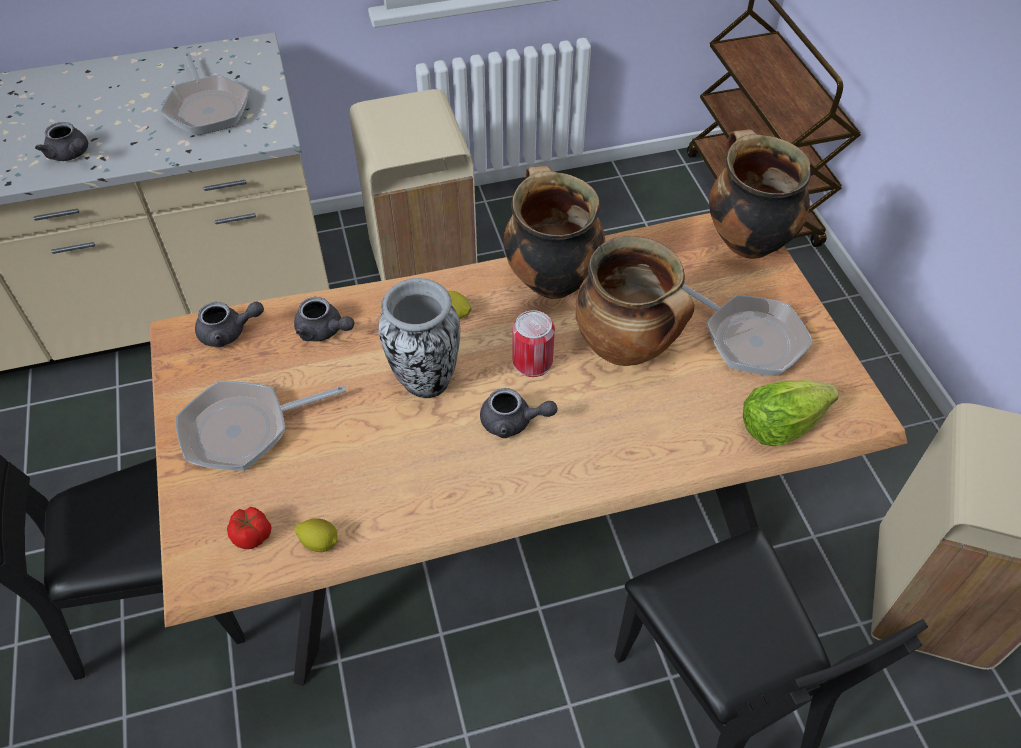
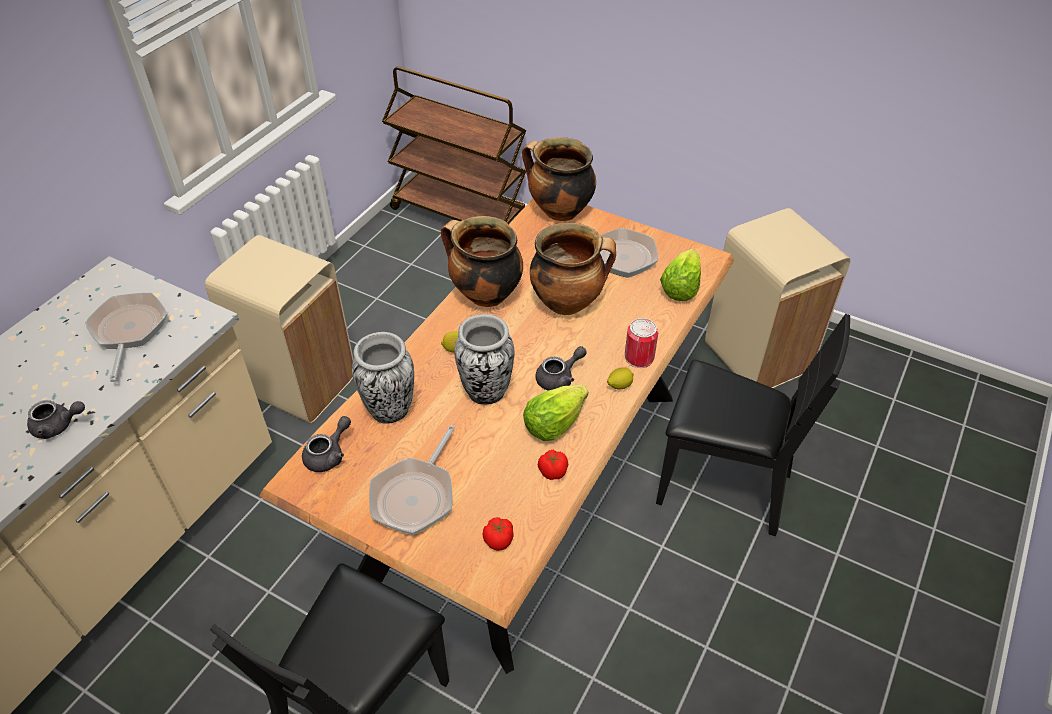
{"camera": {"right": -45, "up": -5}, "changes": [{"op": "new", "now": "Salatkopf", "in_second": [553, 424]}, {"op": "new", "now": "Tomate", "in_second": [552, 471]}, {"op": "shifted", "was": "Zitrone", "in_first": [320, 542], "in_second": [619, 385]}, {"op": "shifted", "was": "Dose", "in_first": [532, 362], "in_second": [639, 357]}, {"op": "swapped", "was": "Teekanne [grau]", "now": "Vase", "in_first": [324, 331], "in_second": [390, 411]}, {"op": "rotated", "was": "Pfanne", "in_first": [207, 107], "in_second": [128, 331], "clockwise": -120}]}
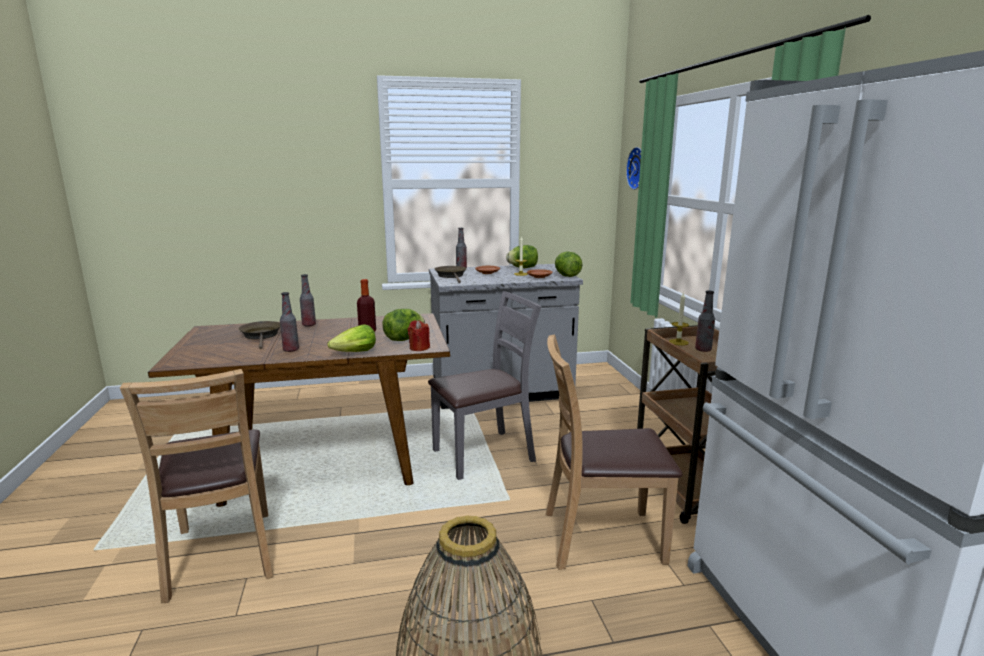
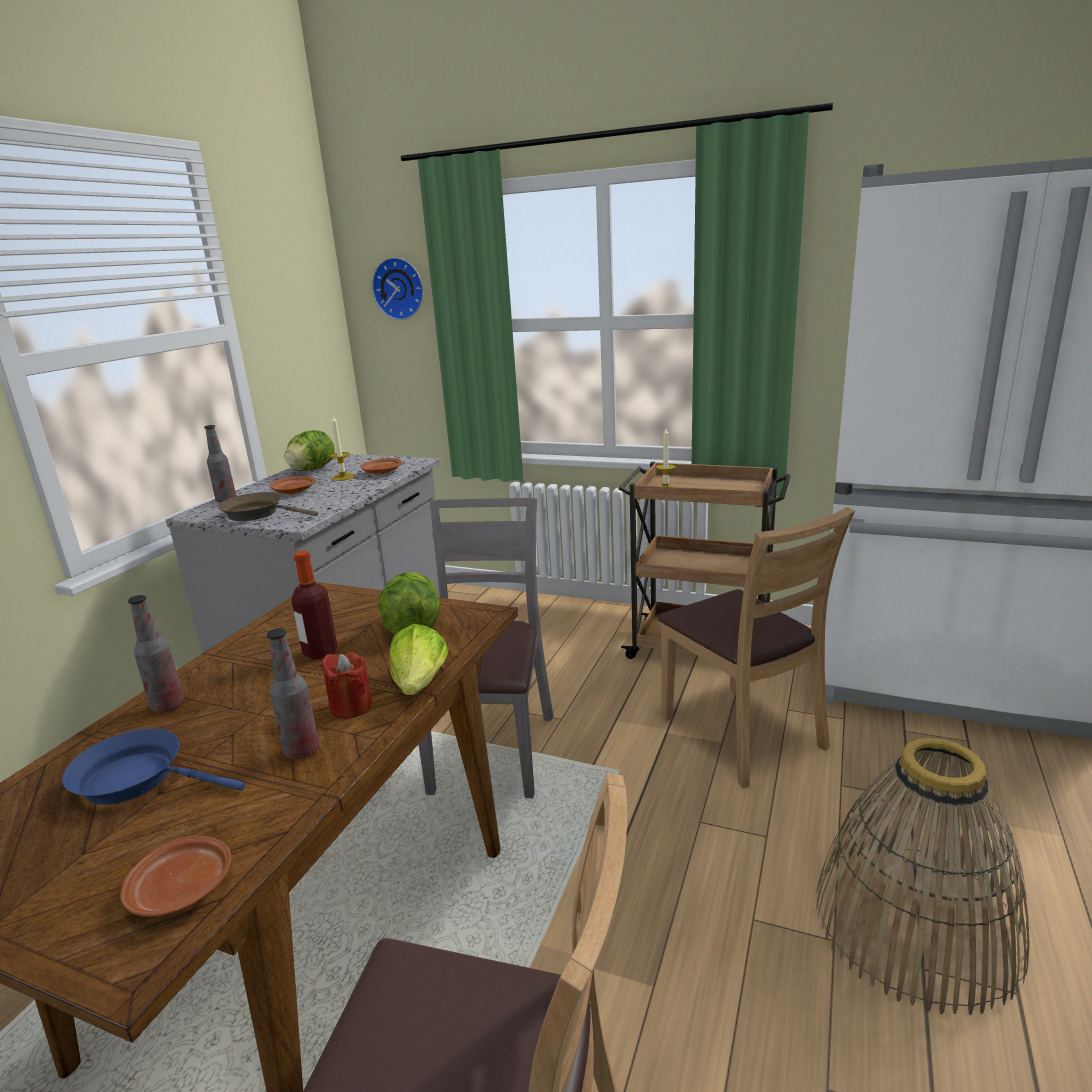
{"camera": {"right": -55, "up": 5}, "changes": [{"op": "gone", "was": "Salatkopf", "in_first": [567, 276]}, {"op": "gone", "was": "Flasche", "in_first": [703, 350]}, {"op": "new", "now": "Teller [braun]", "in_second": [182, 890]}, {"op": "shifted", "was": "Kerze [rot]", "in_first": [419, 348], "in_second": [351, 706]}, {"op": "repainted", "was": "Pfanne [braun]", "now": "Pfanne [blau]", "in_first": [261, 336], "in_second": [138, 778]}, {"op": "rotated", "was": "Stuhl [braun]", "in_first": [601, 538], "in_second": [742, 734], "clockwise": -60}]}
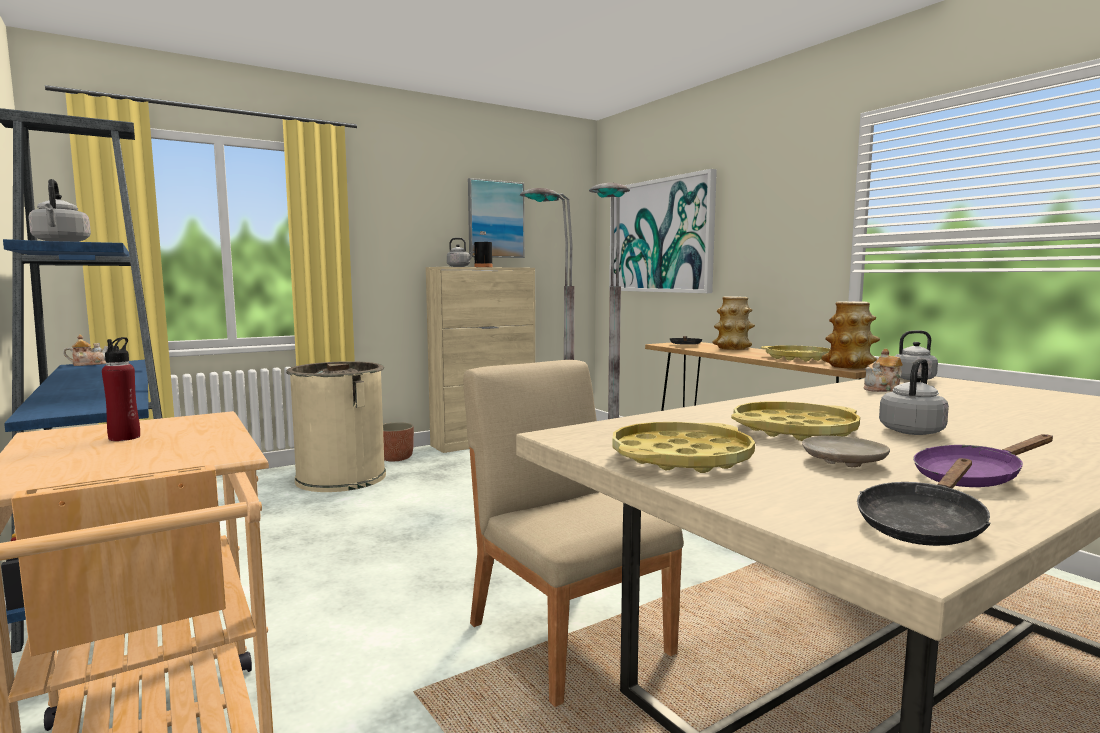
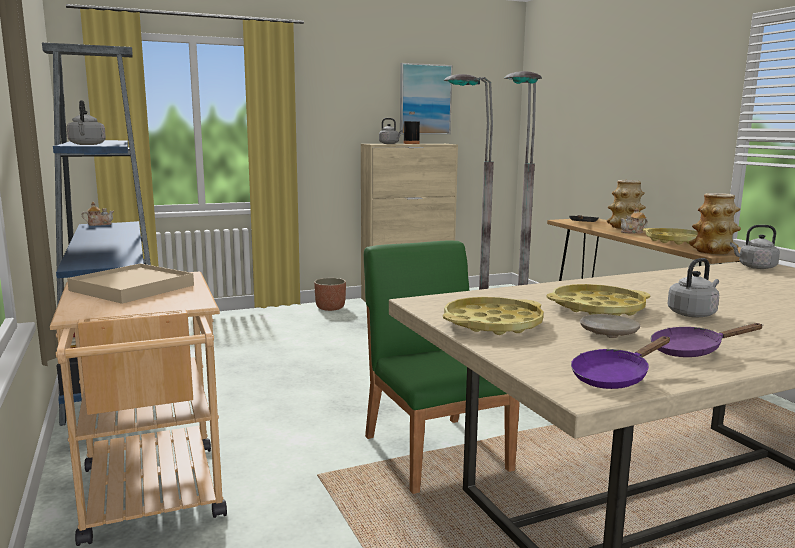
{"camera": {"right": 10, "up": 5}, "changes": [{"op": "gone", "was": "Mülleimer [beige]", "in_first": [341, 477]}, {"op": "gone", "was": "Bild", "in_first": [660, 236]}, {"op": "shifted", "was": "Teekanne", "in_first": [882, 389], "in_second": [633, 232]}, {"op": "swapped", "was": "Flasche [rot]", "now": "Tablett [beige]", "in_first": [124, 437], "in_second": [132, 288]}, {"op": "repainted", "was": "Stuhl [beige]", "now": "Stuhl [grün]", "in_first": [568, 636], "in_second": [436, 451]}, {"op": "repainted", "was": "Pfanne [schwarz]", "now": "Pfanne [lila]", "in_first": [923, 525], "in_second": [614, 377]}]}
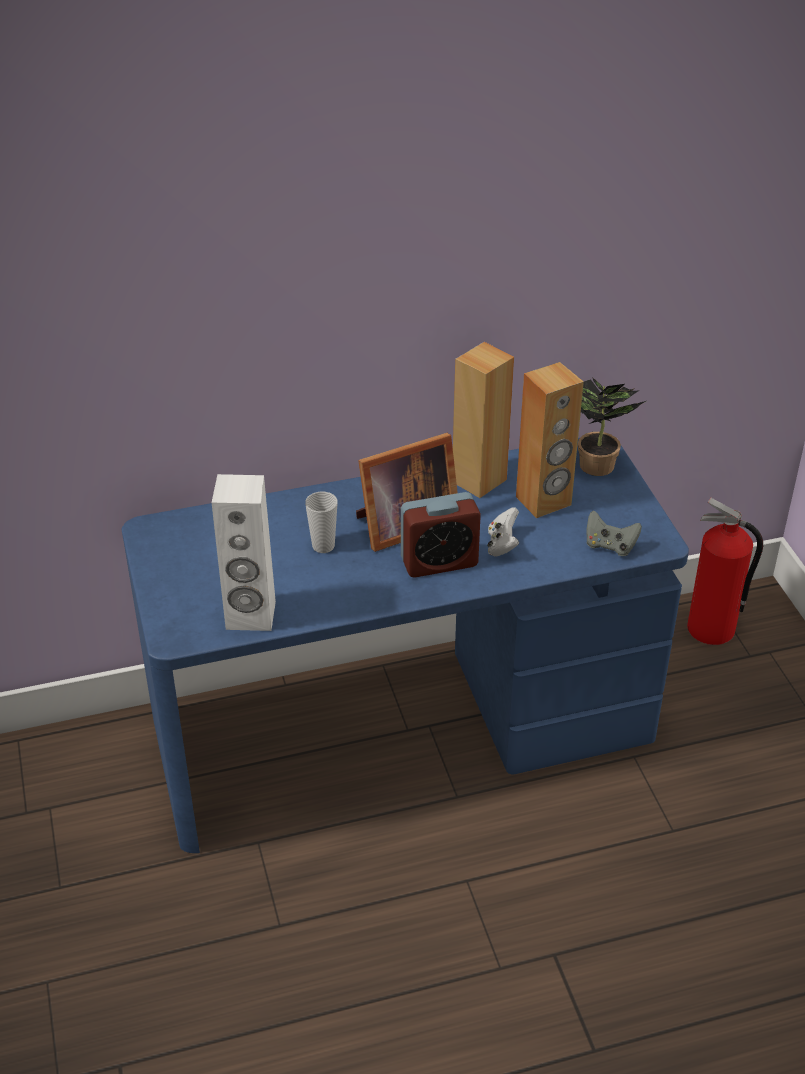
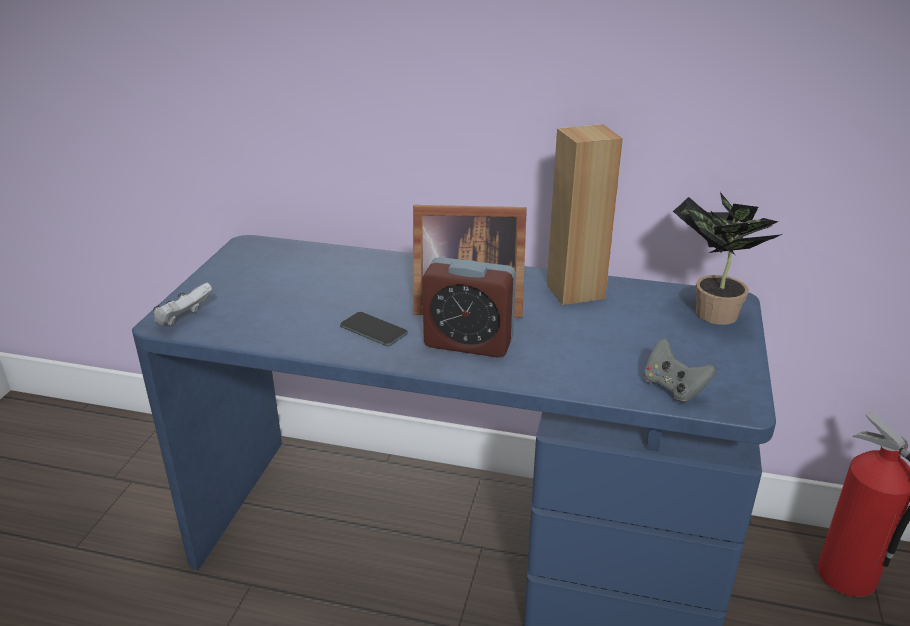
{"camera": {"right": 30, "up": -10}, "changes": [{"op": "gone", "was": "Lautsprecher [weiß]", "in_first": [250, 616]}, {"op": "gone", "was": "Tasse", "in_first": [323, 546]}, {"op": "gone", "was": "Lautsprecher [braun]", "in_first": [544, 501]}, {"op": "new", "now": "Handy", "in_second": [373, 330]}, {"op": "shifted", "was": "Gamepad [weiß]", "in_first": [502, 545], "in_second": [184, 319]}]}
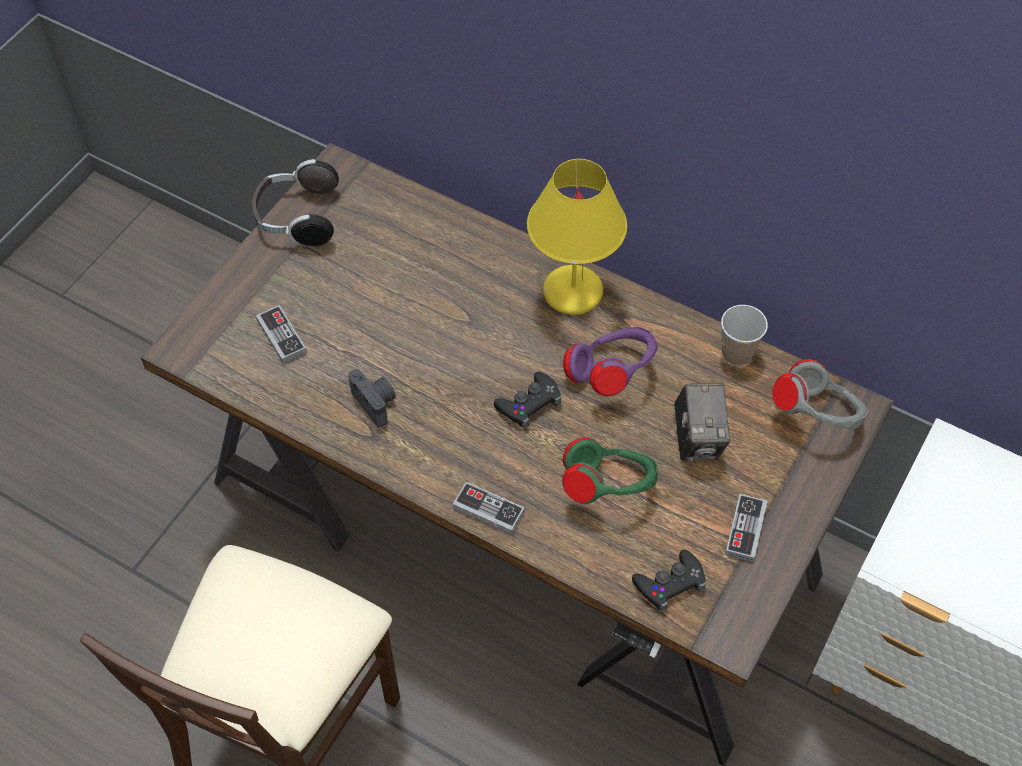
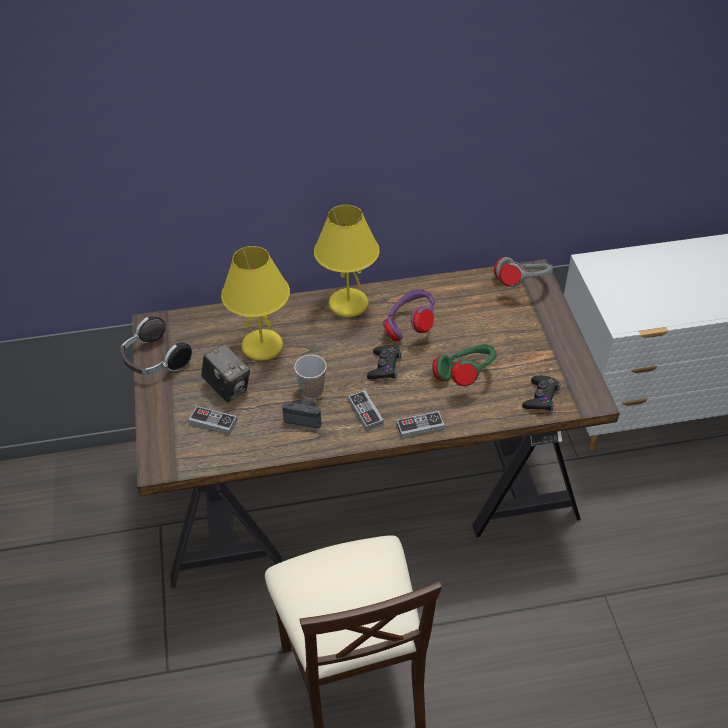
{"camera": {"right": -40, "up": -10}, "changes": [{"op": "new", "now": "Tischlampe [gelb]", "in_second": [263, 346]}, {"op": "shifted", "was": "Kamera", "in_first": [698, 439], "in_second": [228, 387]}, {"op": "shifted", "was": "Tasse", "in_first": [737, 353], "in_second": [312, 391]}, {"op": "shifted", "was": "Gamepad", "in_first": [745, 529], "in_second": [365, 412]}]}
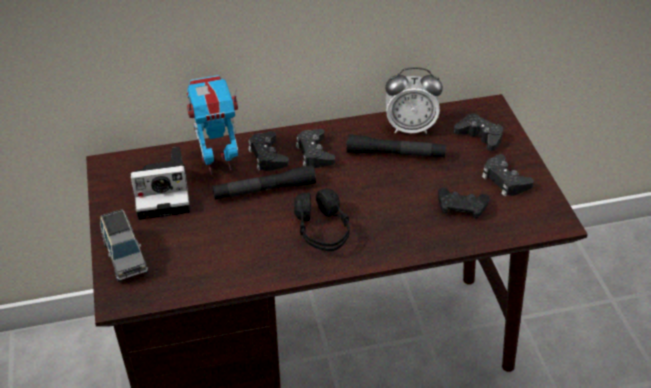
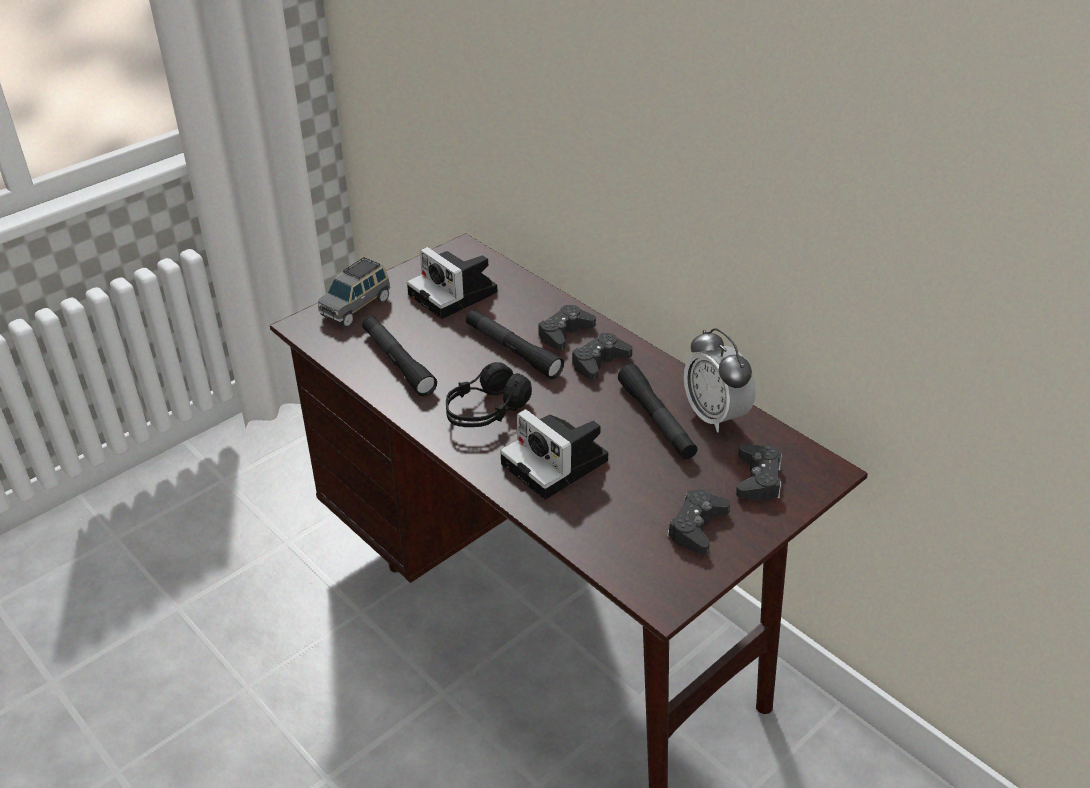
{"camera": {"right": 60, "up": -5}, "changes": [{"op": "gone", "was": "Spielzeugroboter", "in_first": [218, 163]}, {"op": "gone", "was": "Gamepad [schwarz]", "in_first": [461, 206]}, {"op": "new", "now": "Taschenlampe [schwarz]", "in_second": [398, 362]}, {"op": "new", "now": "Kamera", "in_second": [558, 463]}]}
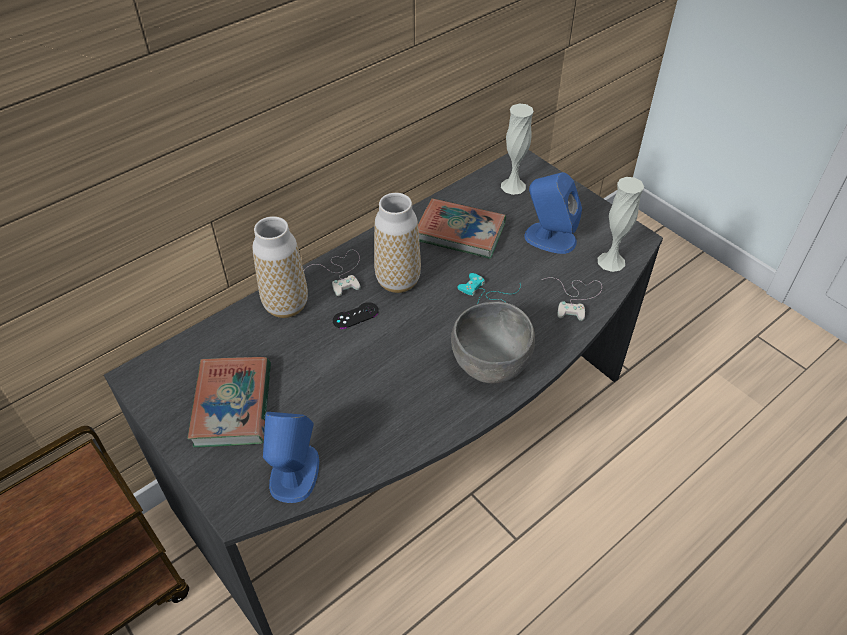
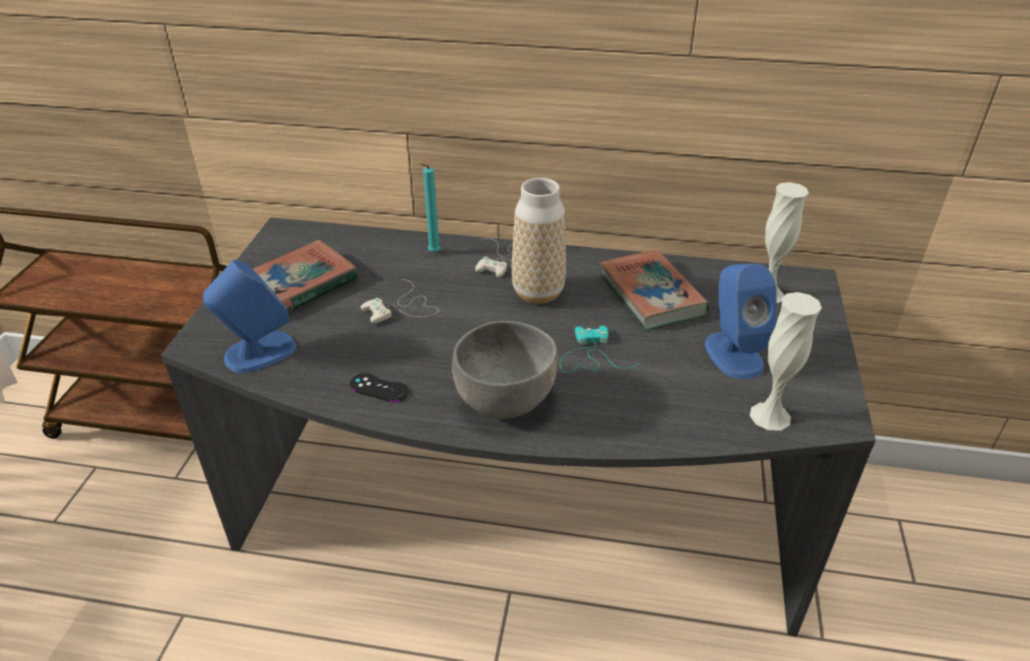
{"camera": {"right": 50, "up": -10}, "changes": [{"op": "shifted", "was": "Gamepad [schwarz]", "in_first": [355, 315], "in_second": [379, 388]}, {"op": "shifted", "was": "Gamepad [weiß]", "in_first": [575, 297], "in_second": [402, 308]}, {"op": "swapped", "was": "Vase", "now": "Kerze [türkis]", "in_first": [286, 305], "in_second": [433, 253]}]}
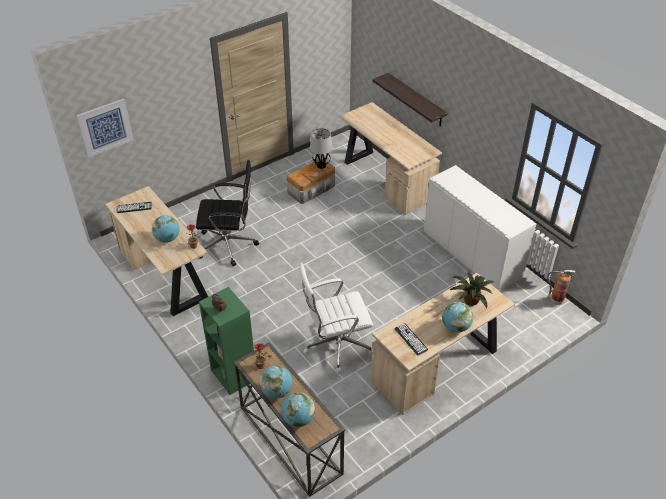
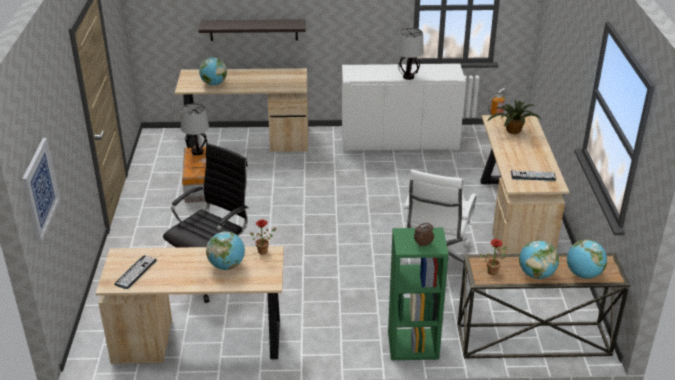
{"camera": {"right": -55, "up": -10}, "changes": [{"op": "new", "now": "Tischlampe", "in_second": [408, 77]}, {"op": "shifted", "was": "Globus", "in_first": [455, 327], "in_second": [214, 84]}]}
